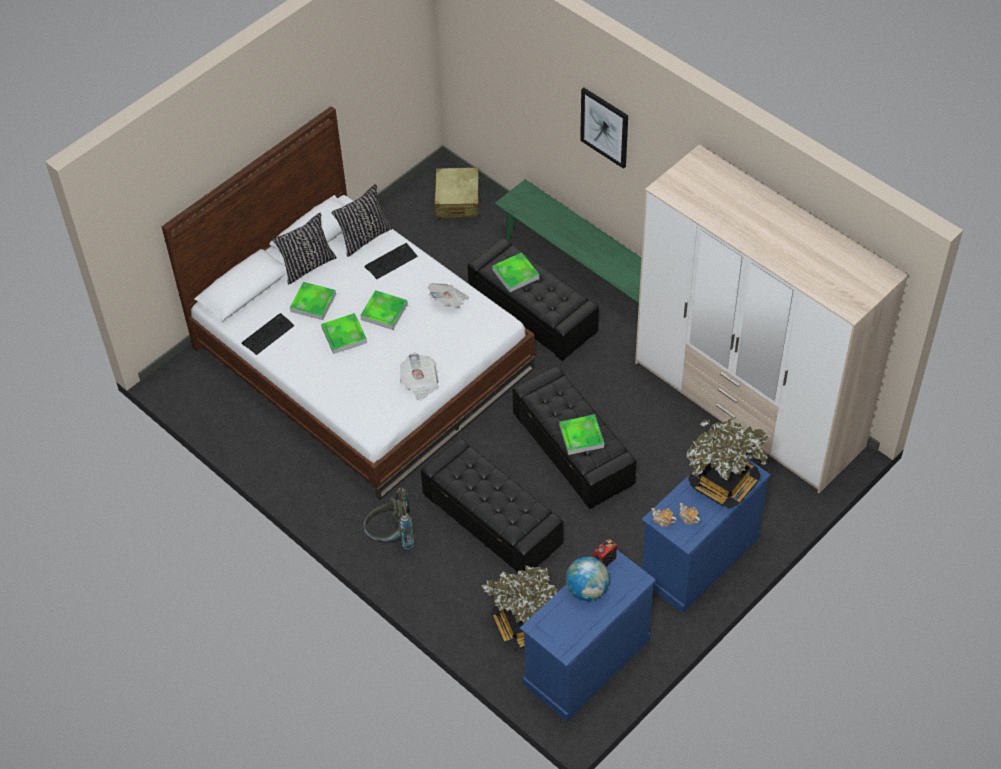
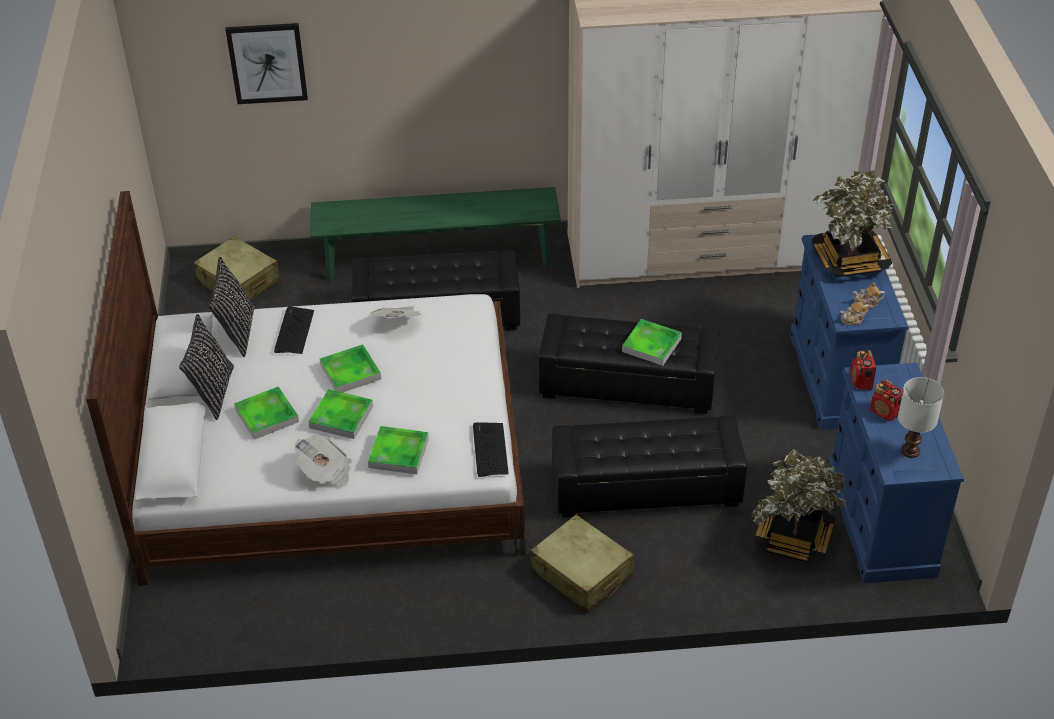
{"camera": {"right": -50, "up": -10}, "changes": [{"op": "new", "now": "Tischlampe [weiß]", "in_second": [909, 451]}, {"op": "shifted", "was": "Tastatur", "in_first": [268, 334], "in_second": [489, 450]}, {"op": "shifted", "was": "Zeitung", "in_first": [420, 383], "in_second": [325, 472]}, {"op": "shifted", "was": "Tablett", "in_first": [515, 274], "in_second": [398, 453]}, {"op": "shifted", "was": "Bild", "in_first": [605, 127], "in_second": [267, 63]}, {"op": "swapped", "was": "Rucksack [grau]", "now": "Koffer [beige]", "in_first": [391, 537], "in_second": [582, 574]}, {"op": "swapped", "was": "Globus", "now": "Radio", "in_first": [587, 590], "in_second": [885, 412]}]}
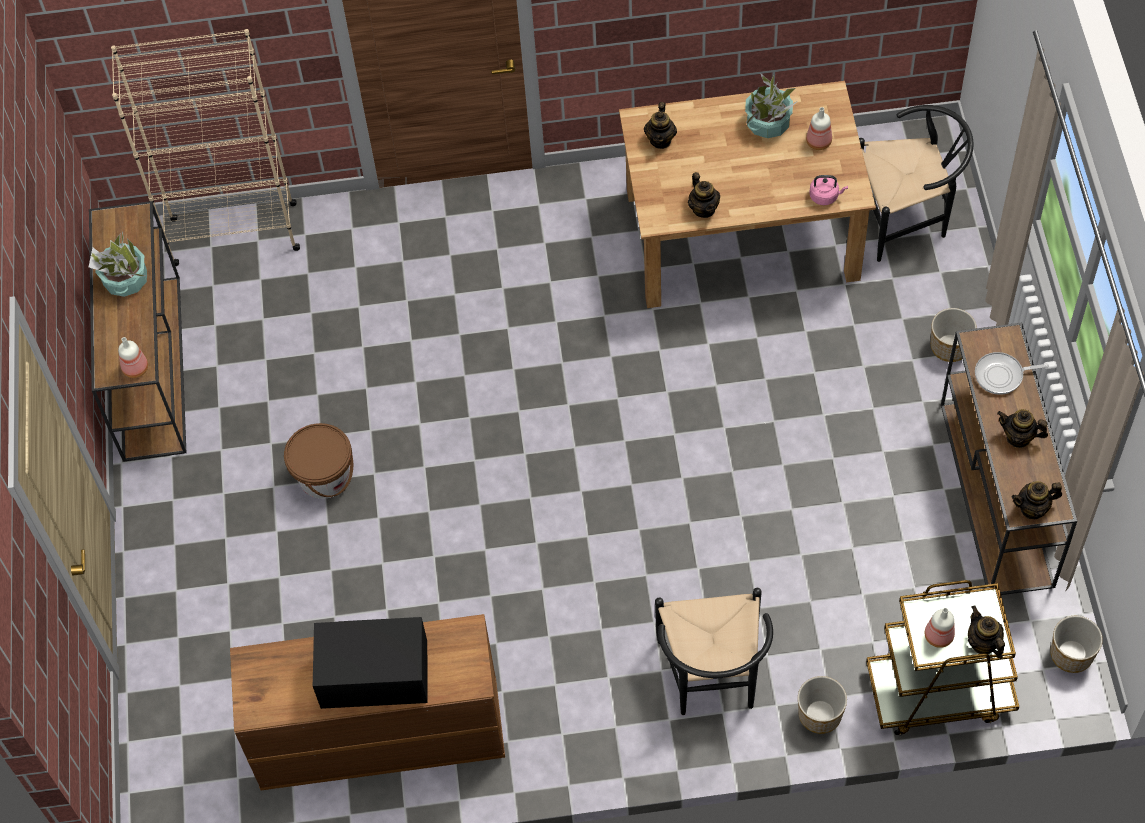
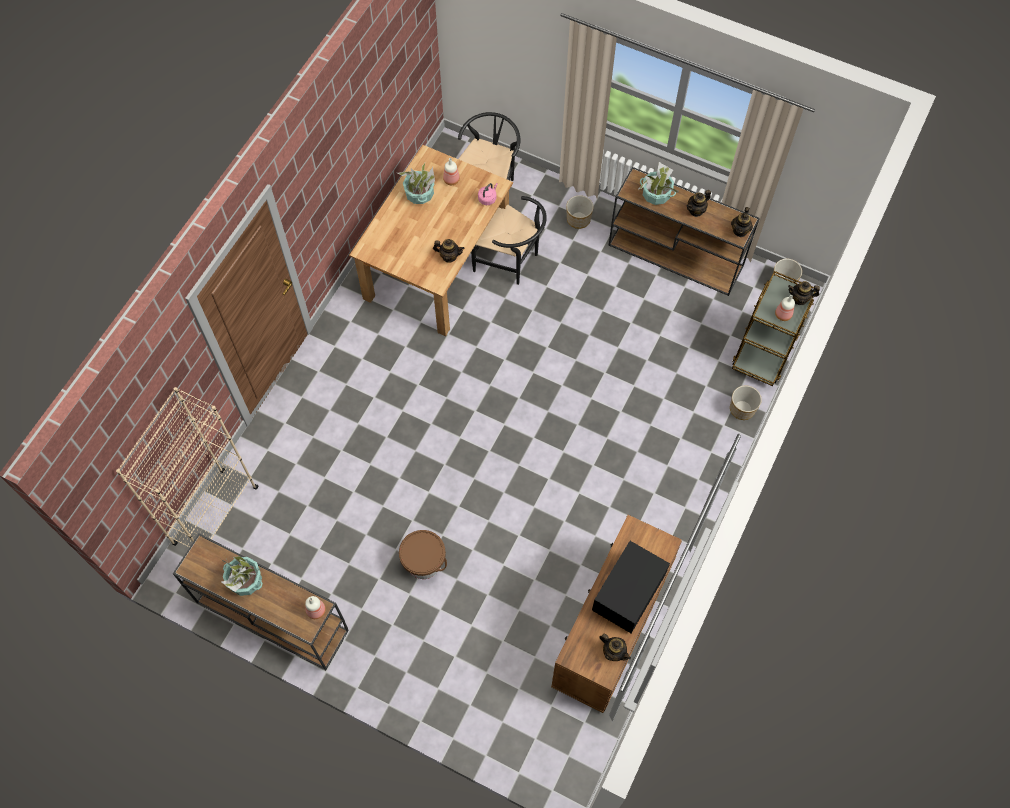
{"camera": {"right": -60, "up": 5}, "changes": [{"op": "shifted", "was": "Teekanne", "in_first": [660, 140], "in_second": [613, 651]}, {"op": "shifted", "was": "Stuhl [schwarz]", "in_first": [713, 681], "in_second": [511, 262]}, {"op": "swapped", "was": "Pfanne", "now": "Topfpflanze", "in_first": [1002, 375], "in_second": [656, 194]}]}
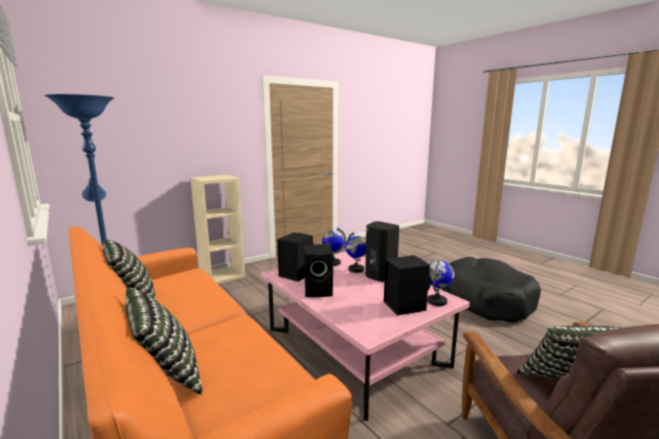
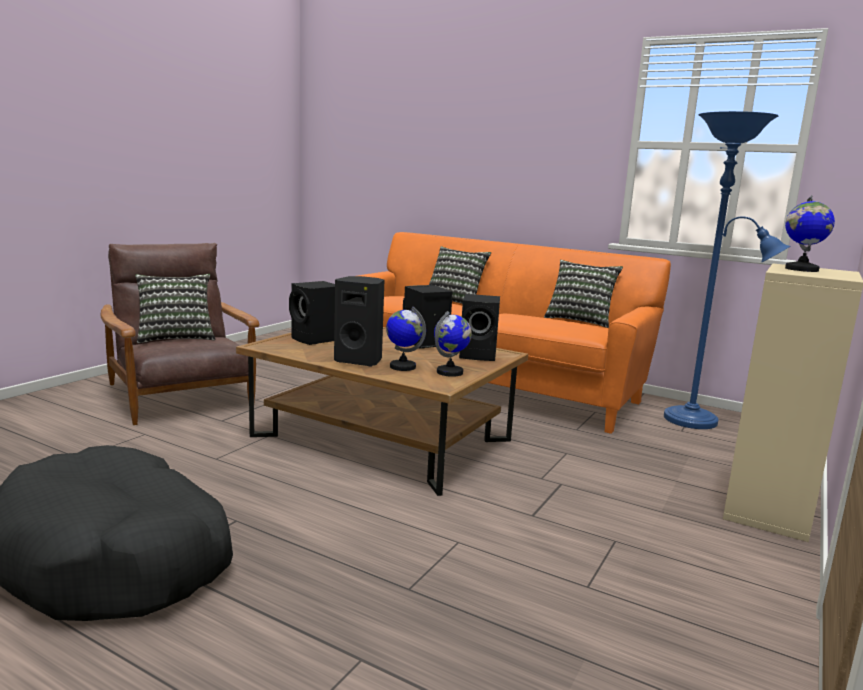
{"camera": {"right": 155, "up": 0}, "changes": [{"op": "shifted", "was": "Globus", "in_first": [437, 301], "in_second": [801, 269]}, {"op": "repainted", "was": "Couchtisch [rosa]", "now": "Couchtisch [braun]", "in_first": [354, 347], "in_second": [382, 438]}]}
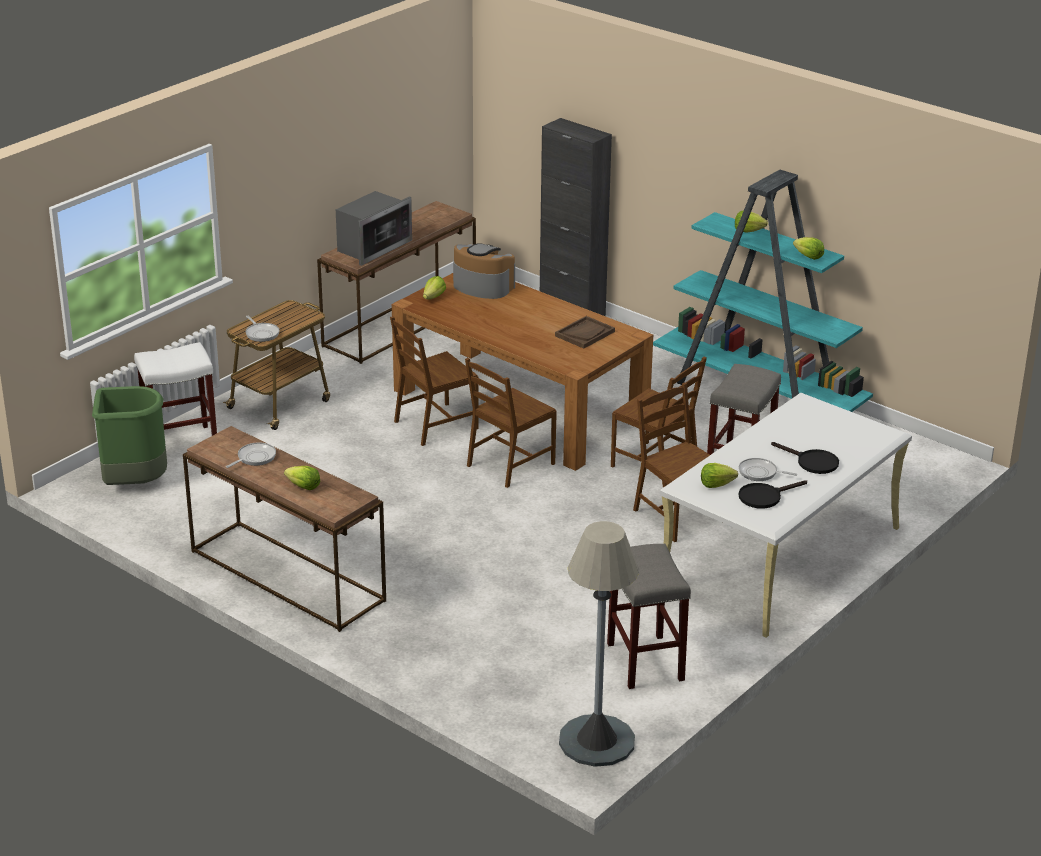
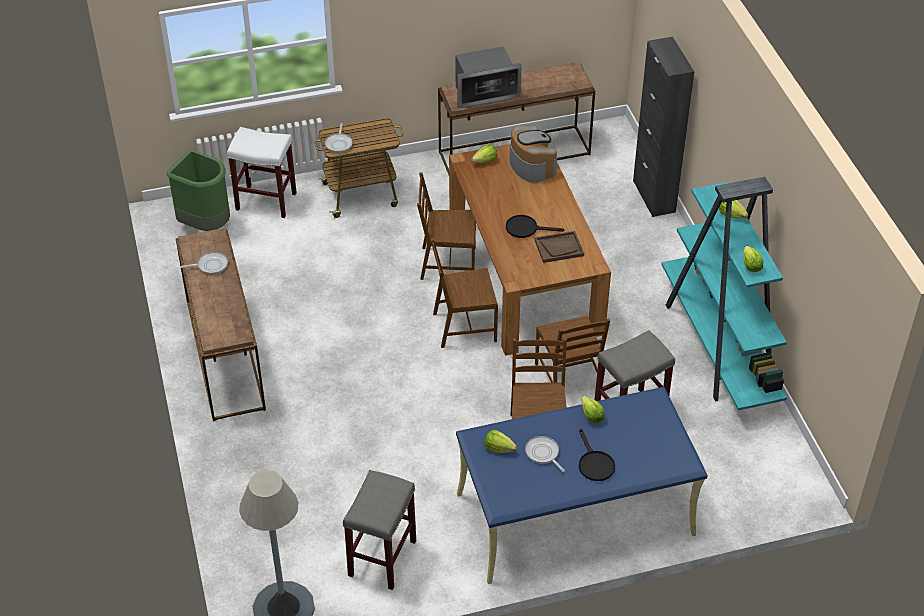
{"camera": {"right": 35, "up": 15}, "changes": [{"op": "shifted", "was": "Salatkopf", "in_first": [303, 486], "in_second": [591, 416]}, {"op": "shifted", "was": "Pfanne [schwarz]", "in_first": [764, 497], "in_second": [526, 228]}, {"op": "repainted", "was": "Schreibtisch [weiß]", "now": "Schreibtisch [blau]", "in_first": [779, 557], "in_second": [574, 514]}]}
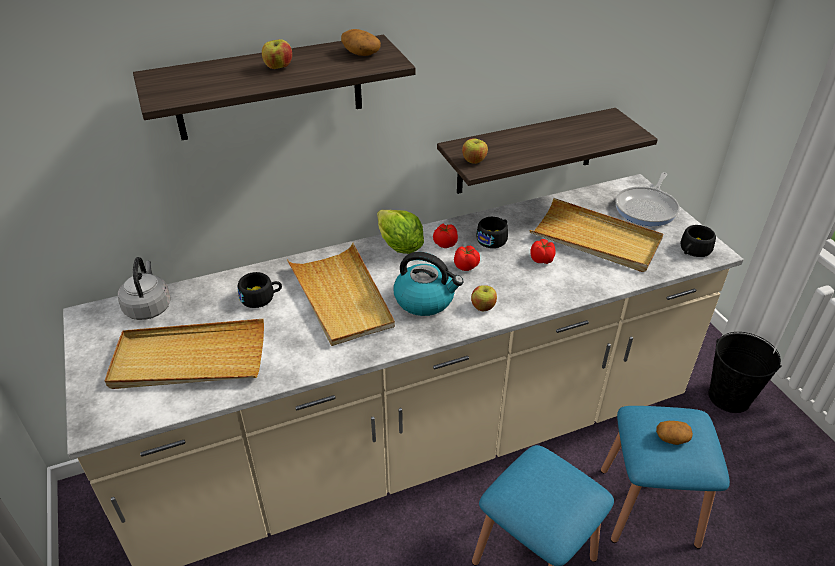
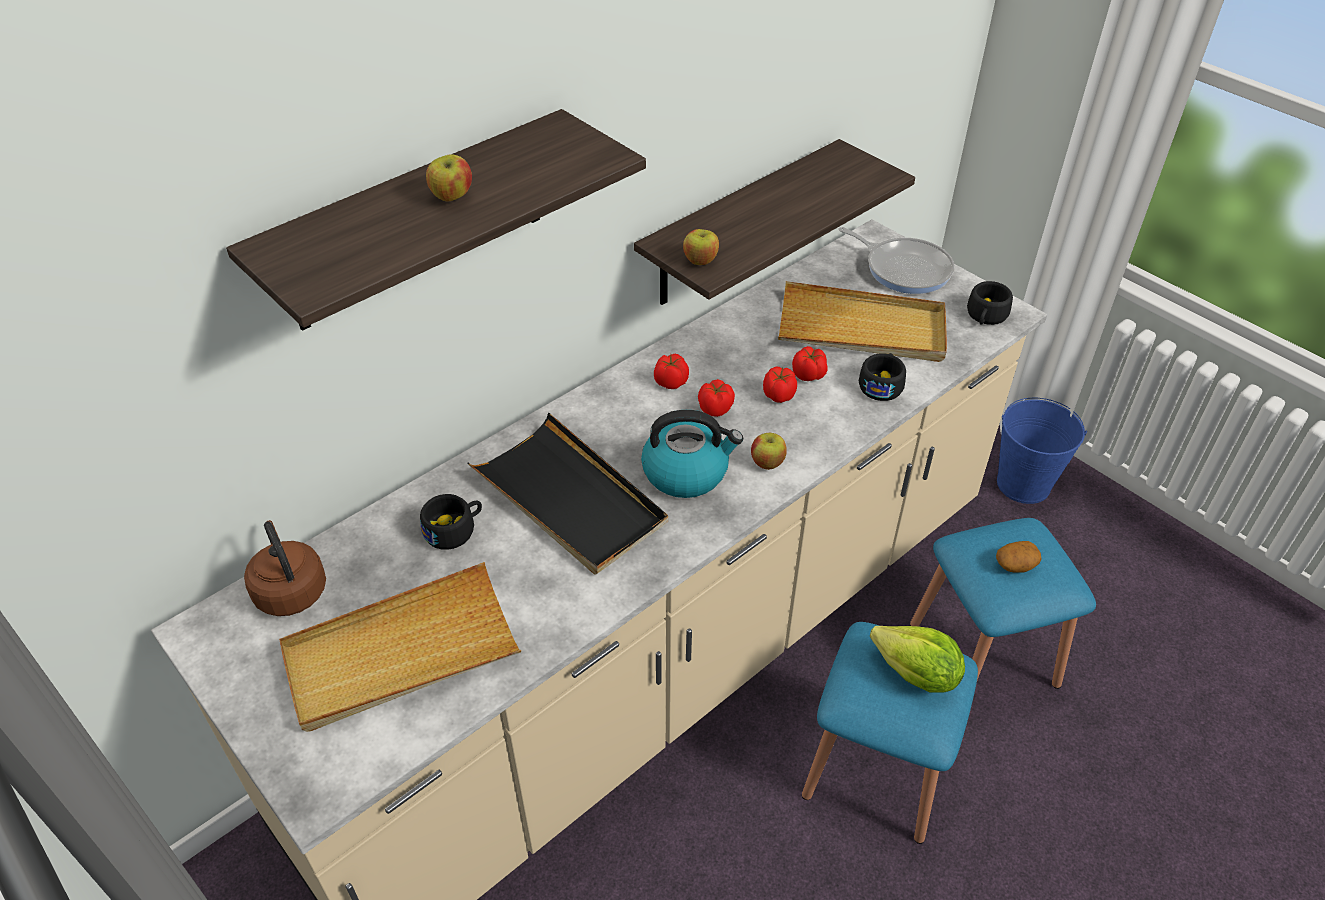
{"camera": {"right": -20, "up": 5}, "changes": [{"op": "gone", "was": "Kartoffel", "in_first": [360, 53]}, {"op": "new", "now": "Tomate", "in_second": [778, 396]}, {"op": "shifted", "was": "Salatkopf", "in_first": [399, 246], "in_second": [916, 675]}, {"op": "shifted", "was": "Tasse [schwarz]", "in_first": [494, 239], "in_second": [881, 384]}, {"op": "repainted", "was": "Wasserkessel [grau]", "now": "Wasserkessel [braun]", "in_first": [148, 307], "in_second": [290, 590]}, {"op": "repainted", "was": "Tablett [beige]", "now": "Tablett [schwarz]", "in_first": [341, 297], "in_second": [569, 498]}, {"op": "repainted", "was": "Eimer [schwarz]", "now": "Eimer [blau]", "in_first": [729, 397], "in_second": [1023, 484]}, {"op": "rotated", "was": "Pfanne", "in_first": [647, 208], "in_second": [904, 269], "clockwise": -60}]}
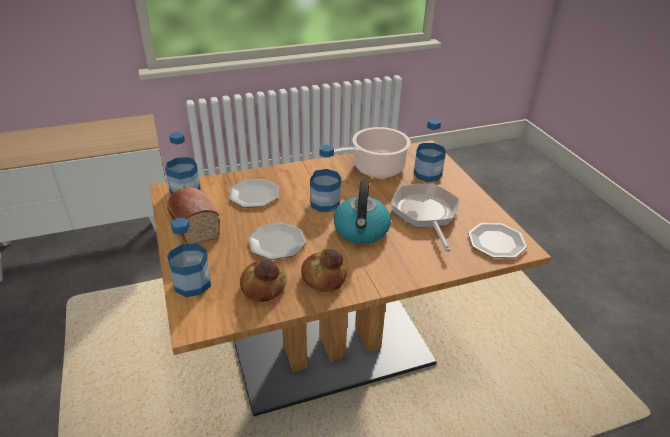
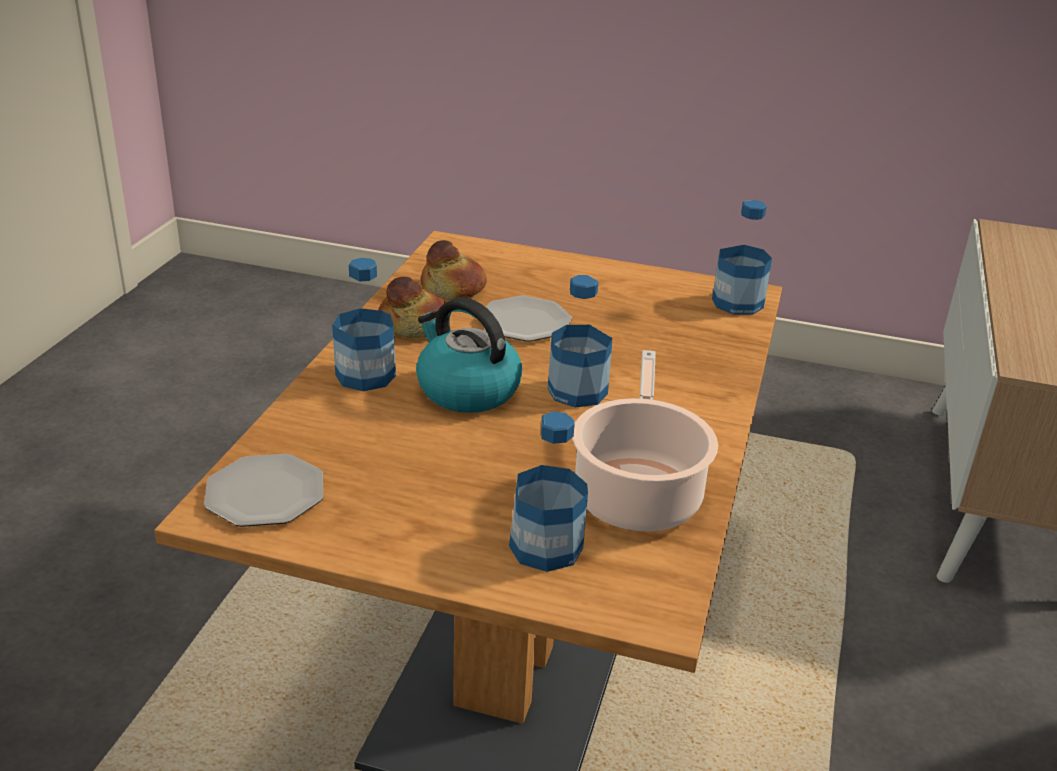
{"camera": {"right": 125, "up": -5}, "changes": [{"op": "gone", "was": "Brot", "in_first": [193, 224]}, {"op": "gone", "was": "Teller", "in_first": [255, 195]}, {"op": "gone", "was": "Pfanne", "in_first": [425, 214]}, {"op": "shifted", "was": "Flasche", "in_first": [192, 284], "in_second": [365, 375]}]}
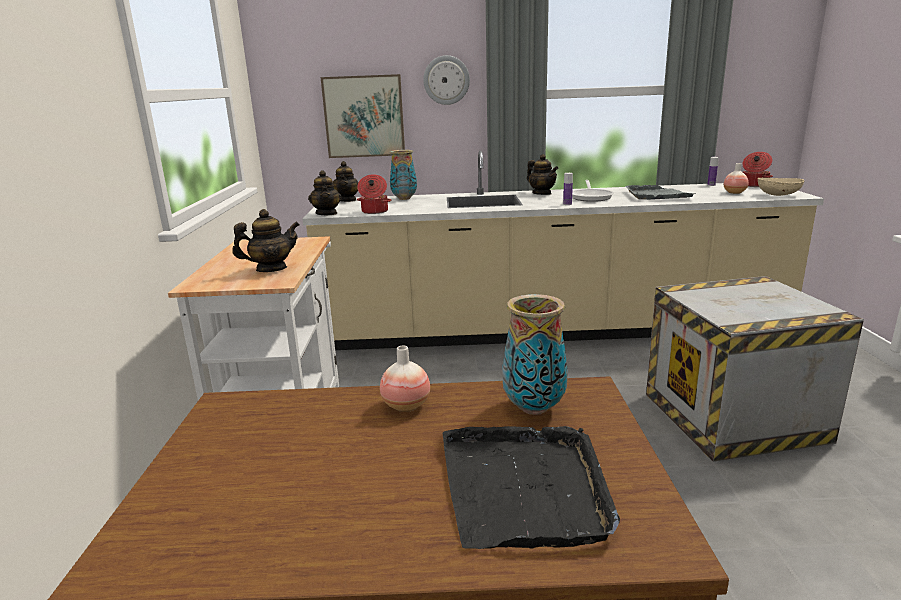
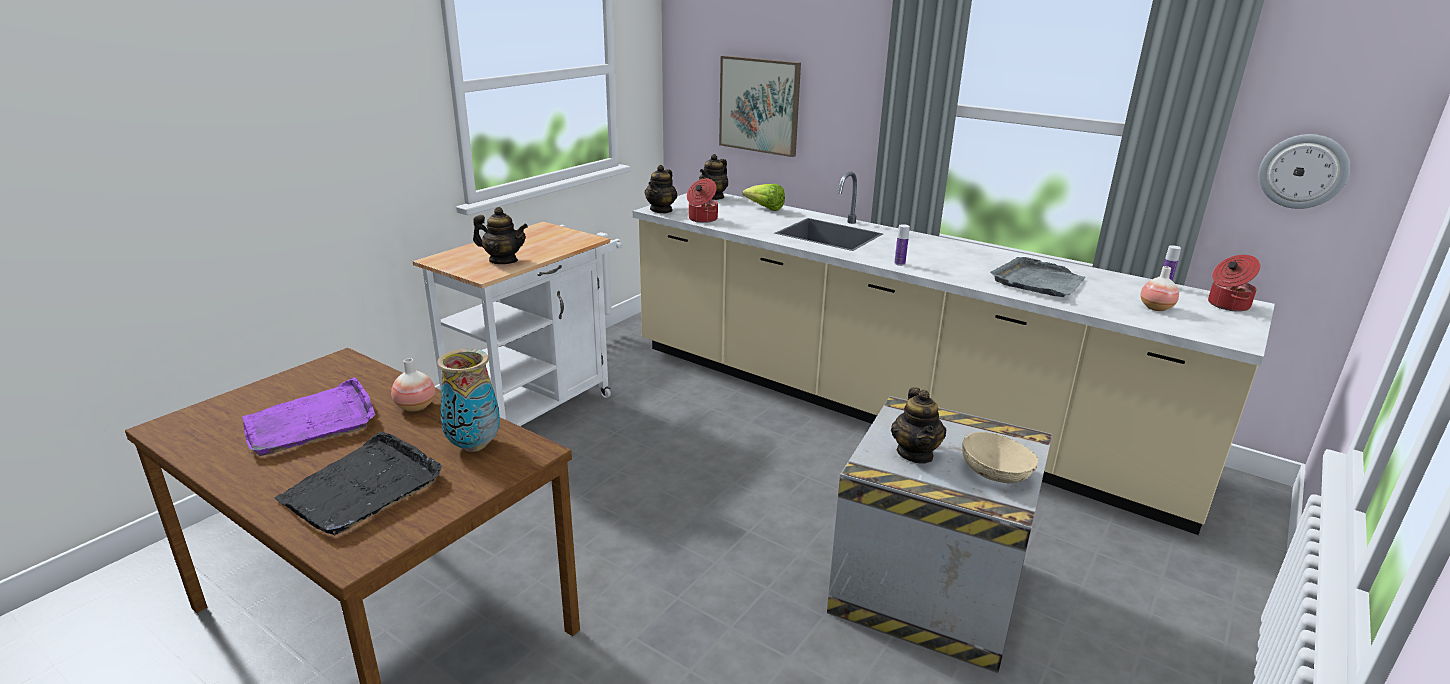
{"camera": {"right": 35, "up": 5}, "changes": [{"op": "gone", "was": "Pfanne", "in_first": [591, 197]}, {"op": "new", "now": "Tablett [lila]", "in_second": [311, 422]}, {"op": "shifted", "was": "Wanduhr", "in_first": [446, 80], "in_second": [1303, 171]}, {"op": "shifted", "was": "Teekanne", "in_first": [542, 193], "in_second": [915, 453]}, {"op": "shifted", "was": "Schüssel [beige]", "in_first": [778, 195], "in_second": [995, 474]}, {"op": "swapped", "was": "Vase", "now": "Salatkopf", "in_first": [404, 198], "in_second": [765, 209]}]}
